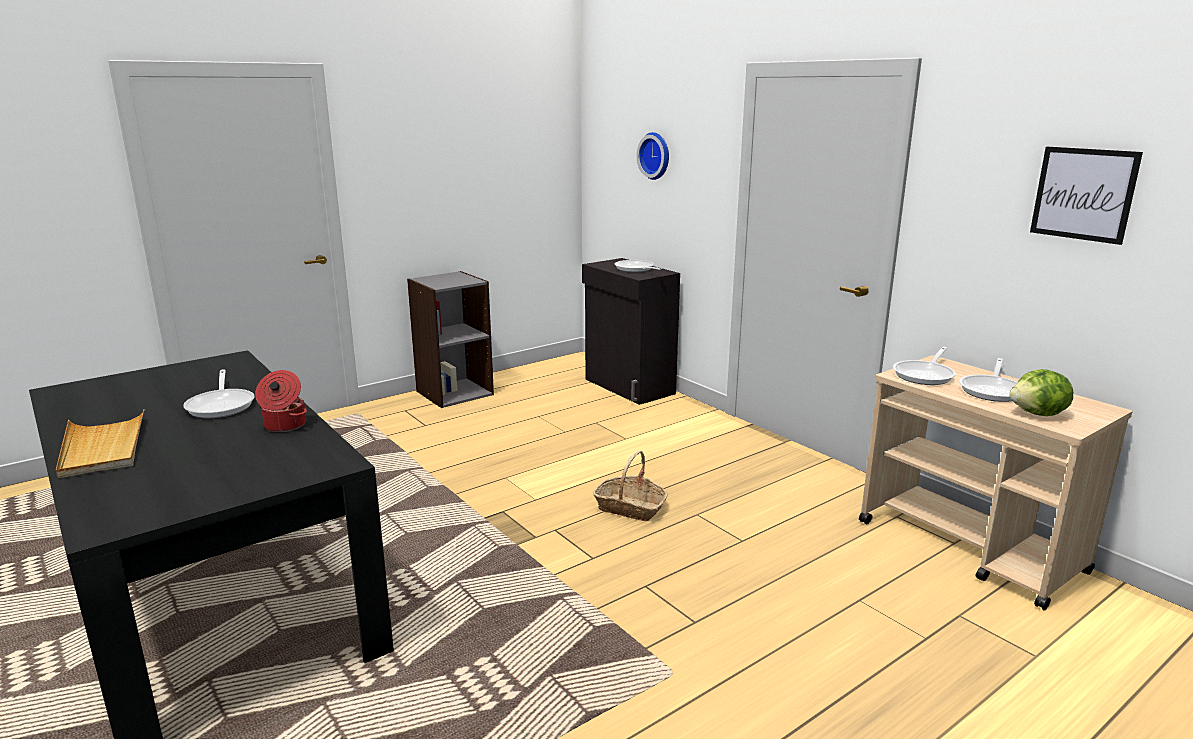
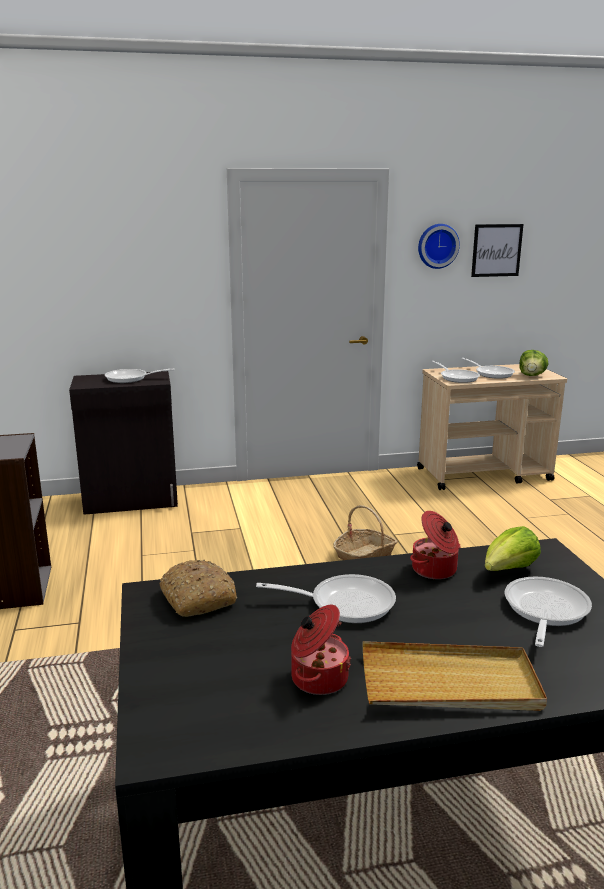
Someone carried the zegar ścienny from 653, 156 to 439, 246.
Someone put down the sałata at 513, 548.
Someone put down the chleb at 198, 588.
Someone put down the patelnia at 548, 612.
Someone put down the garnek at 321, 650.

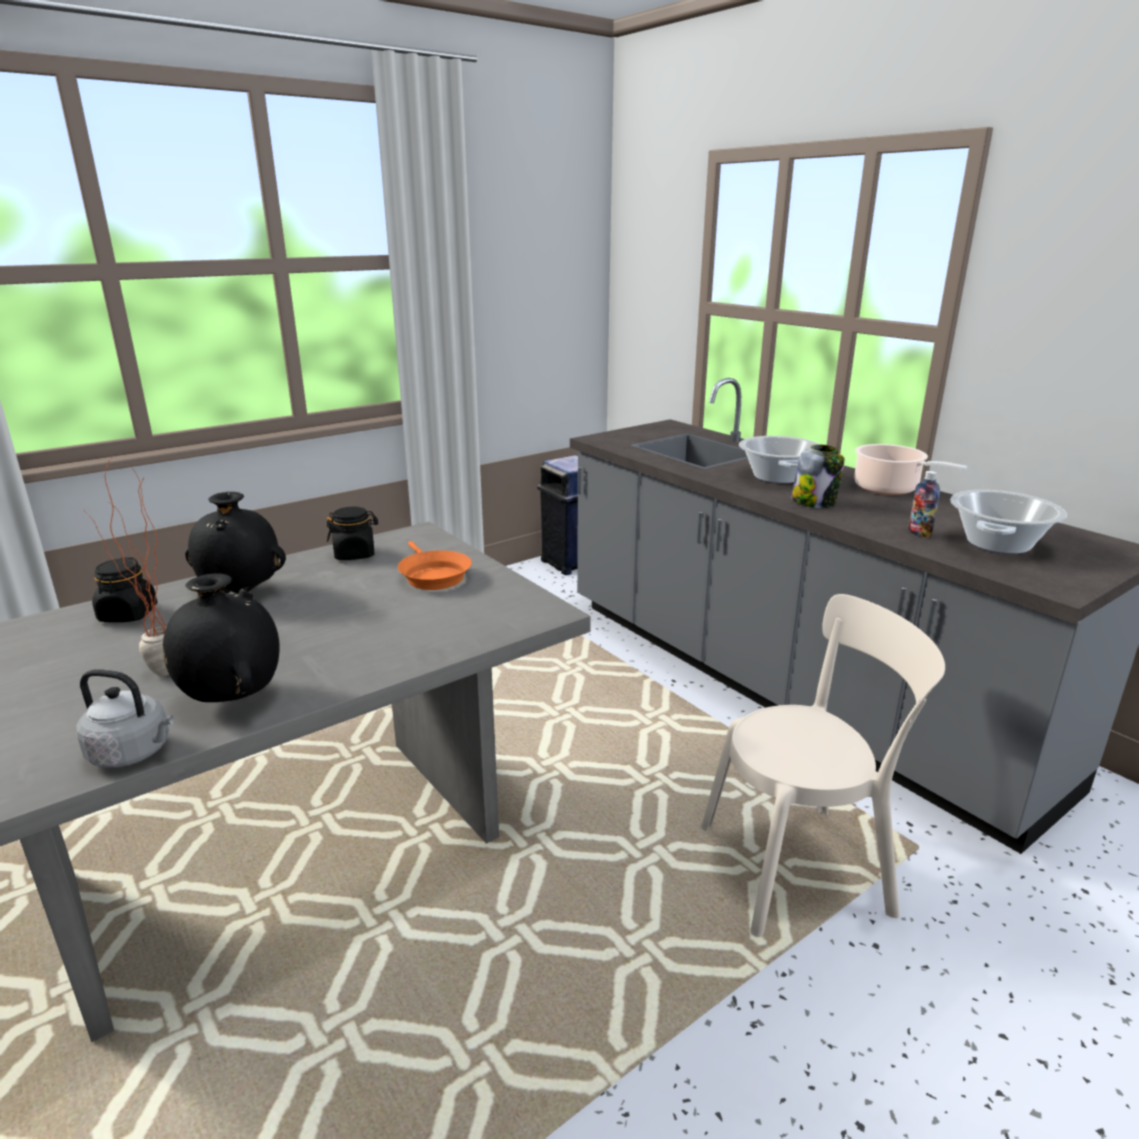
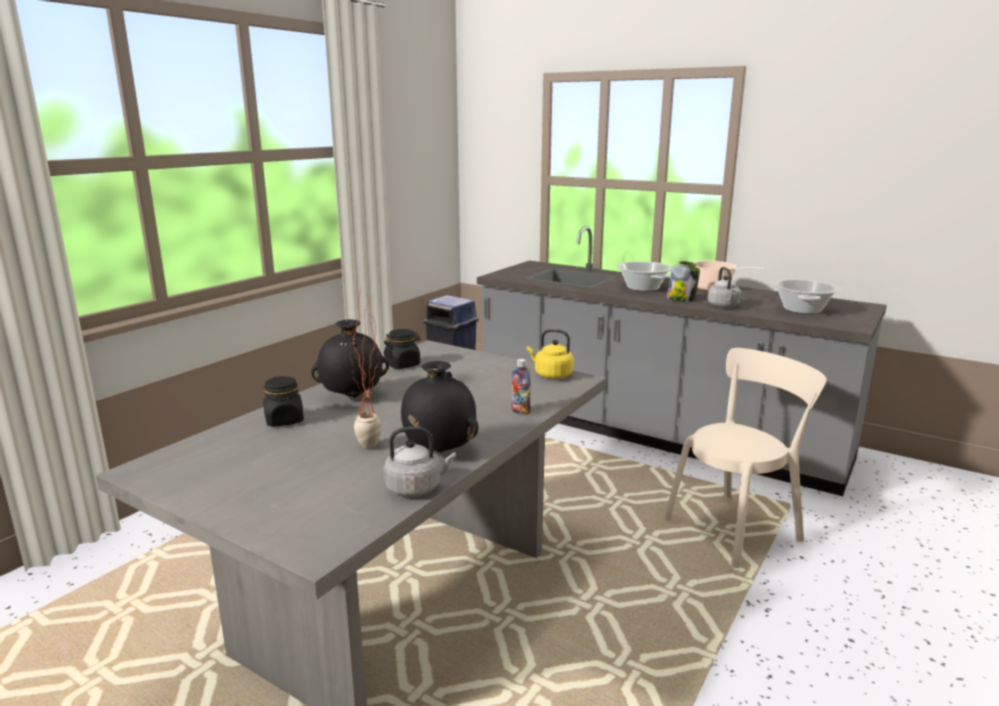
Someone carried the butelka from 924, 504 to 521, 387.
Someone took away the patelnia/pomarańczowy at 435, 565.
Someone put down the czajnik/szary at 724, 287.
Someone put down the czajnik/żółty at 550, 354.

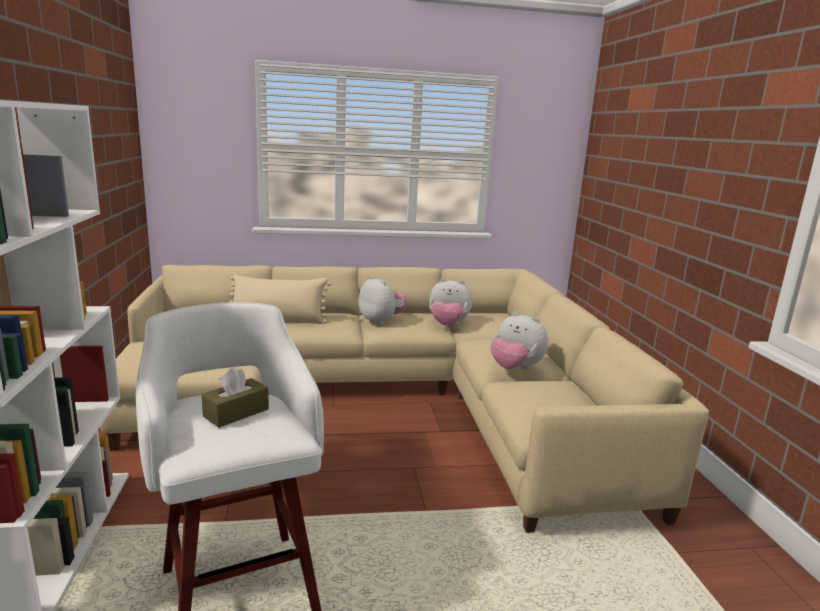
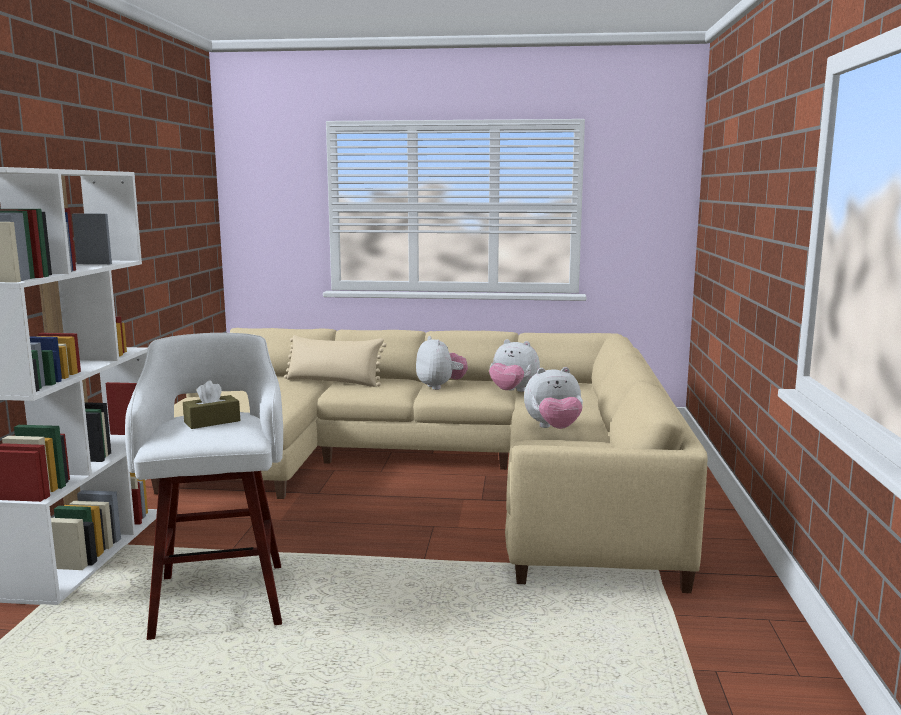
Someone rotated the pluszak at 519, 340 by 60 degrees counterclockwise.

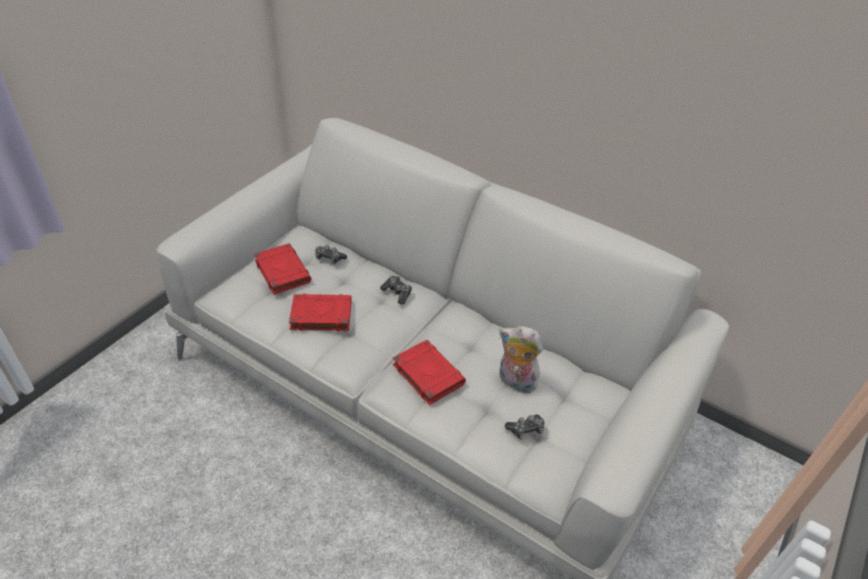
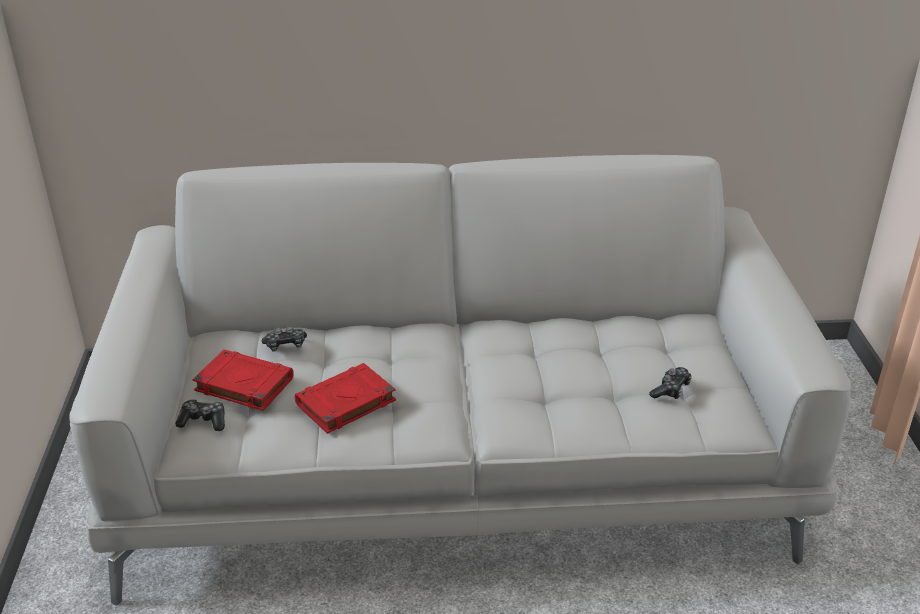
Someone carried the pad do gier from 396, 290 to 200, 415.
Someone took away the pluszak at 521, 359.
Someone took away the książka/czerwony at 429, 372.

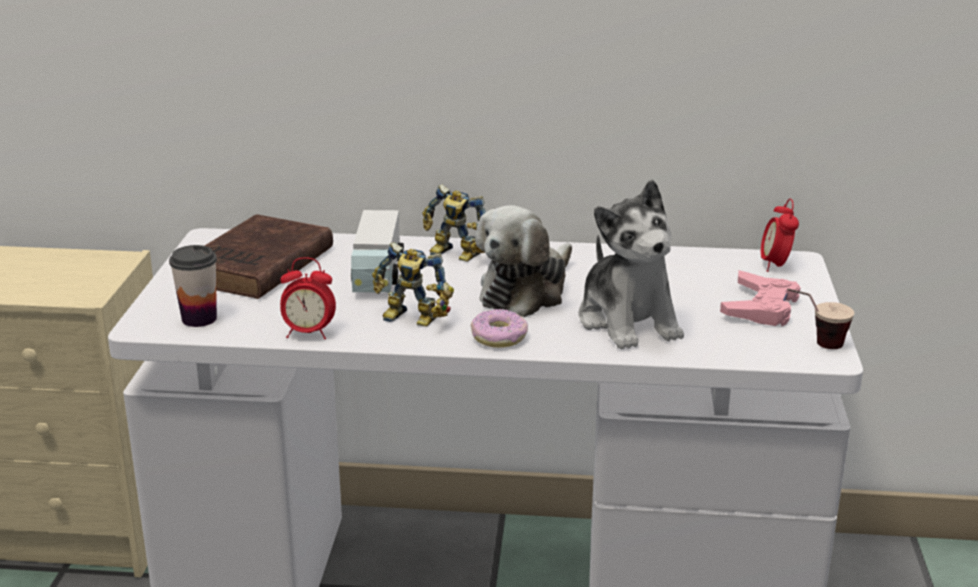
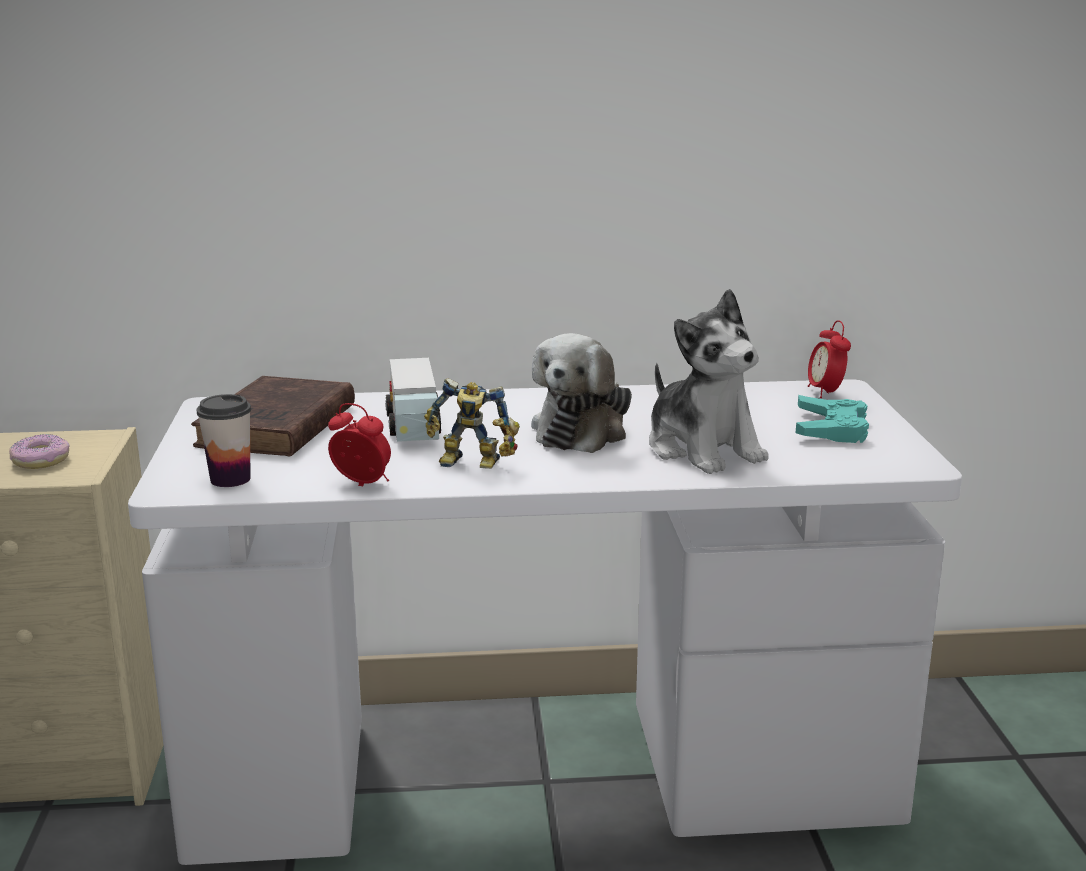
Someone took away the robot zabawkowy at 454, 223.
Someone rotated the budzik at 308, 298 by 150 degrees counterclockwise.
Someone repainted the pad do gier/różowy at 760, 298, which became the pad do gier/turkusowy at 832, 419.
Someone took away the filiżanka at 820, 318.
Someone carried the donut from 499, 328 to 39, 451.

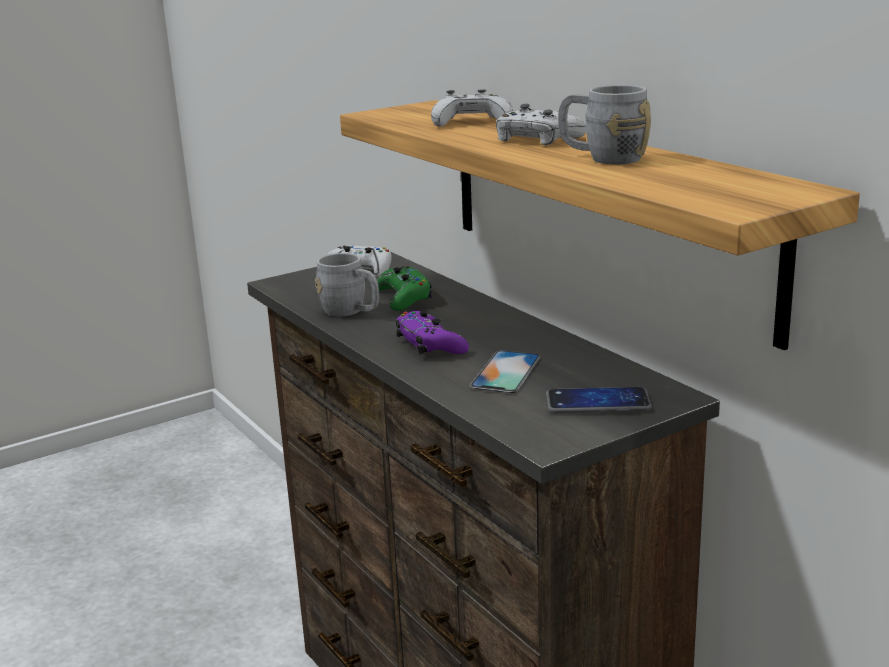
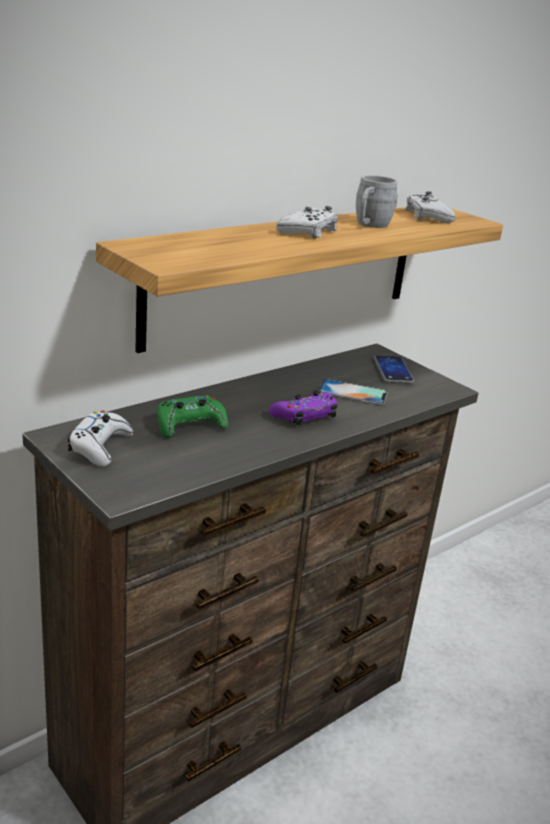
Someone carried the pad do gier/biały from 472, 108 to 430, 207.
Someone took away the kubek/szary at 347, 285.

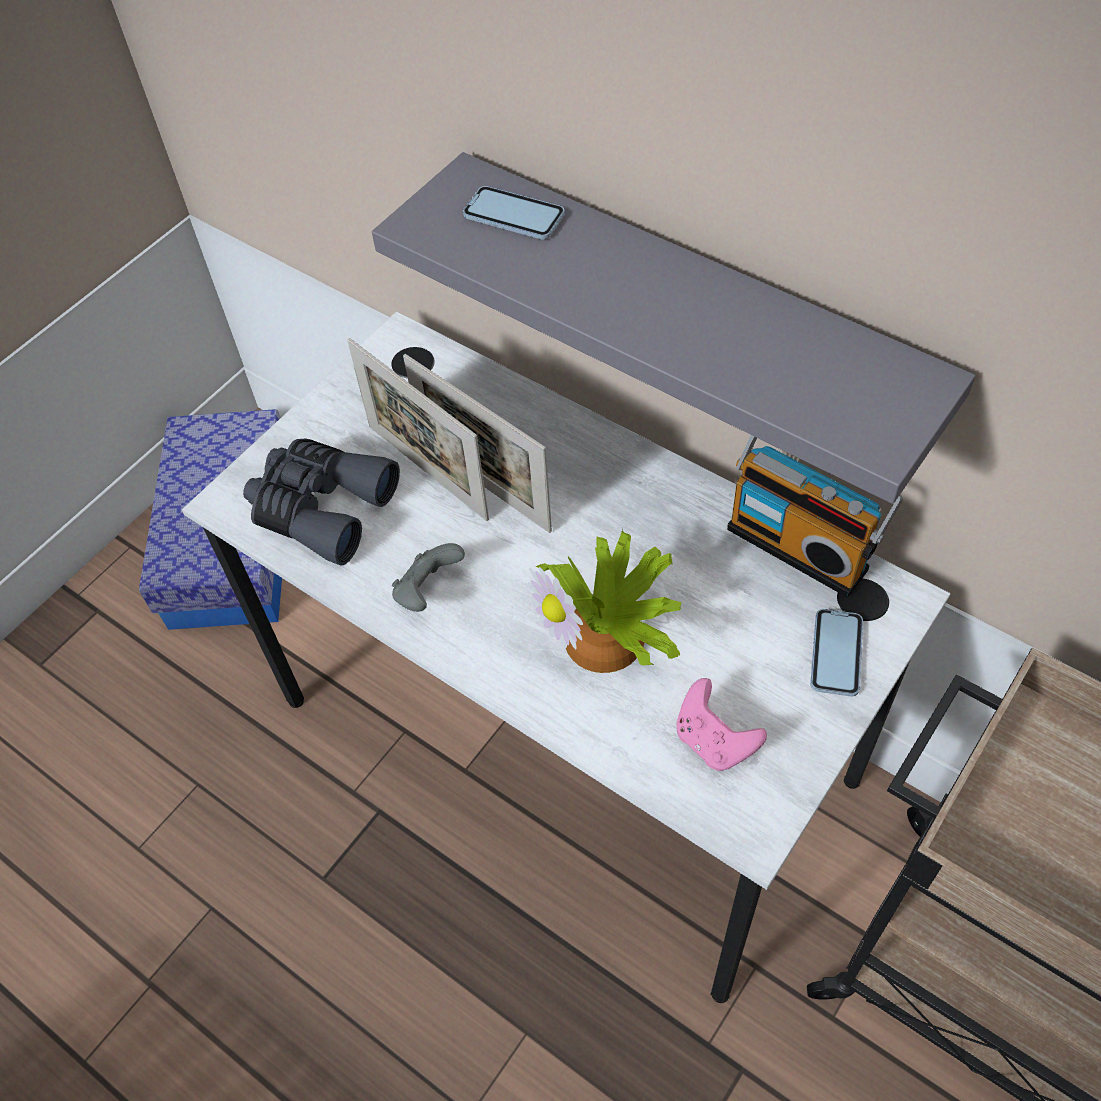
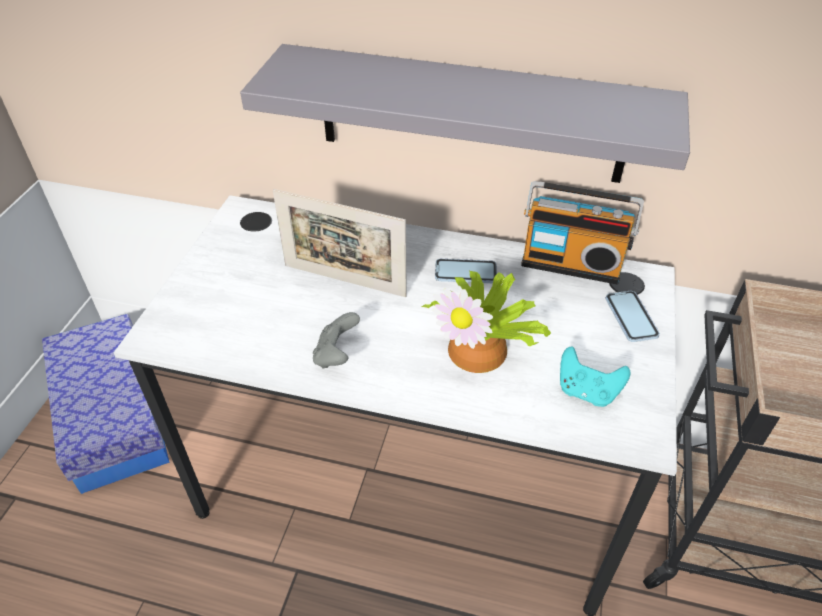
Someone carried the telefon from 514, 213 to 466, 271.
Someone took away the ramka na zdjęcie at 418, 429.
Someone took away the lornetka/szary at 321, 502.
Someone repainted the pad do gier/różowy at 721, 724, which became the pad do gier/turkusowy at 595, 377.

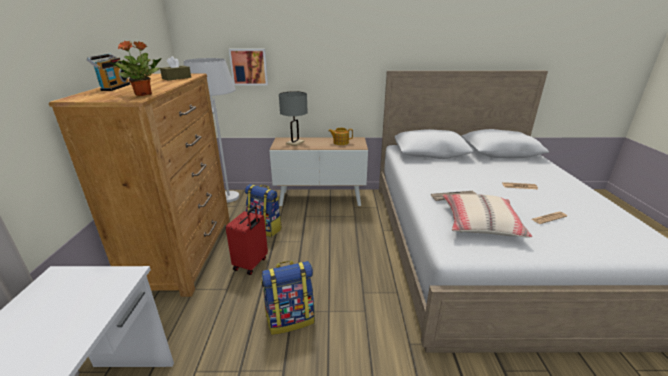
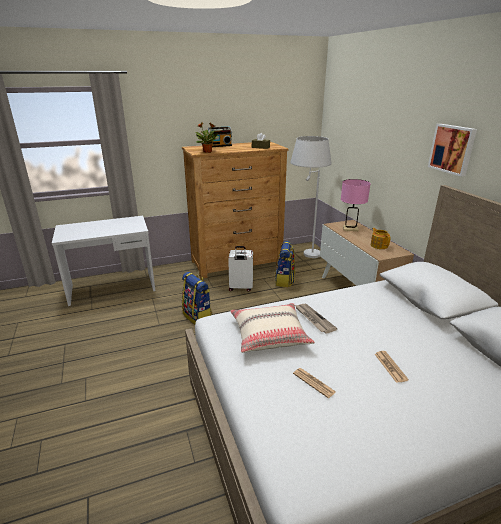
Someone carried the obraz from 248, 67 to 452, 150.
Someone repainted the lampa stołowa/szary at 293, 118, which became the lampa stołowa/różowy at 356, 205.
Someone repainted the walizka/czerwony at 247, 240, which became the walizka/biały at 240, 269.

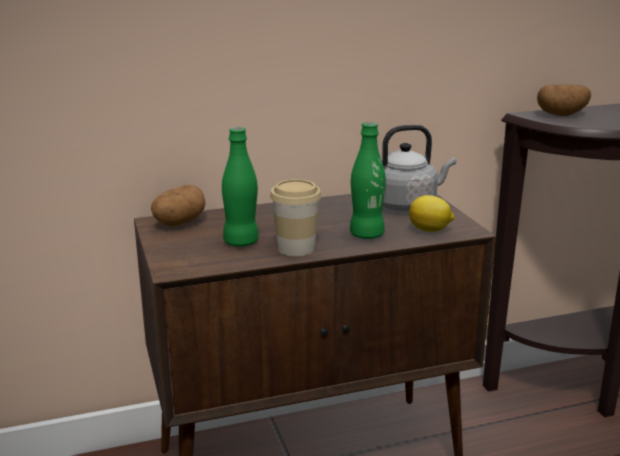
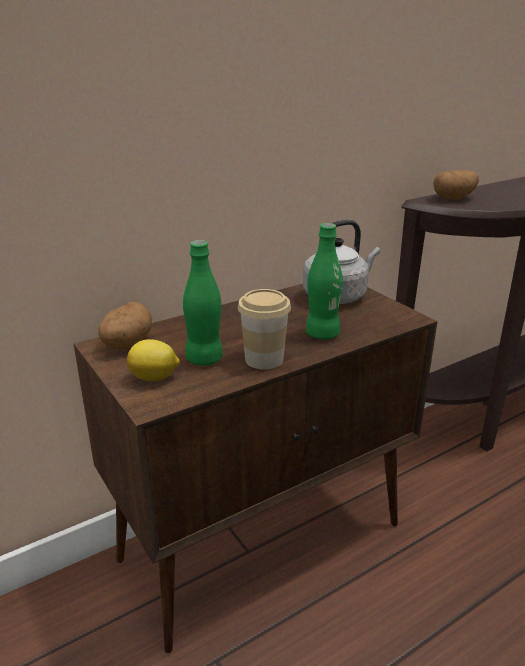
Someone carried the cytryna from 431, 213 to 153, 360.

